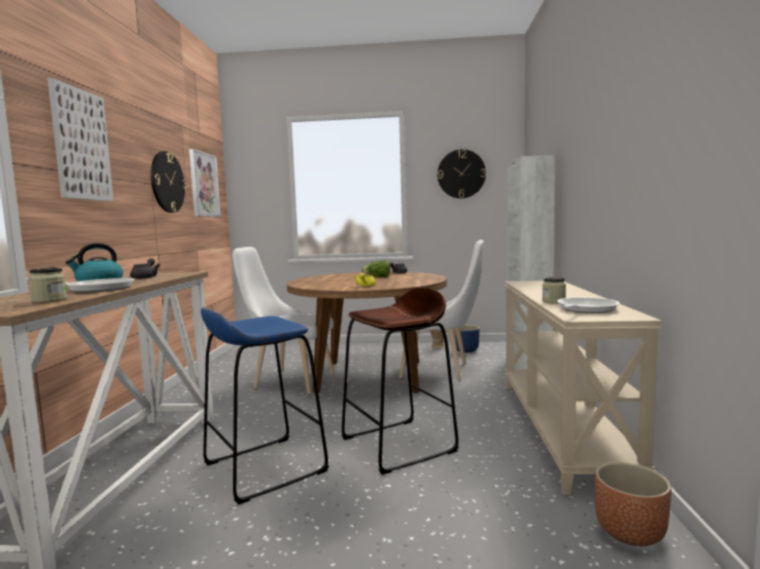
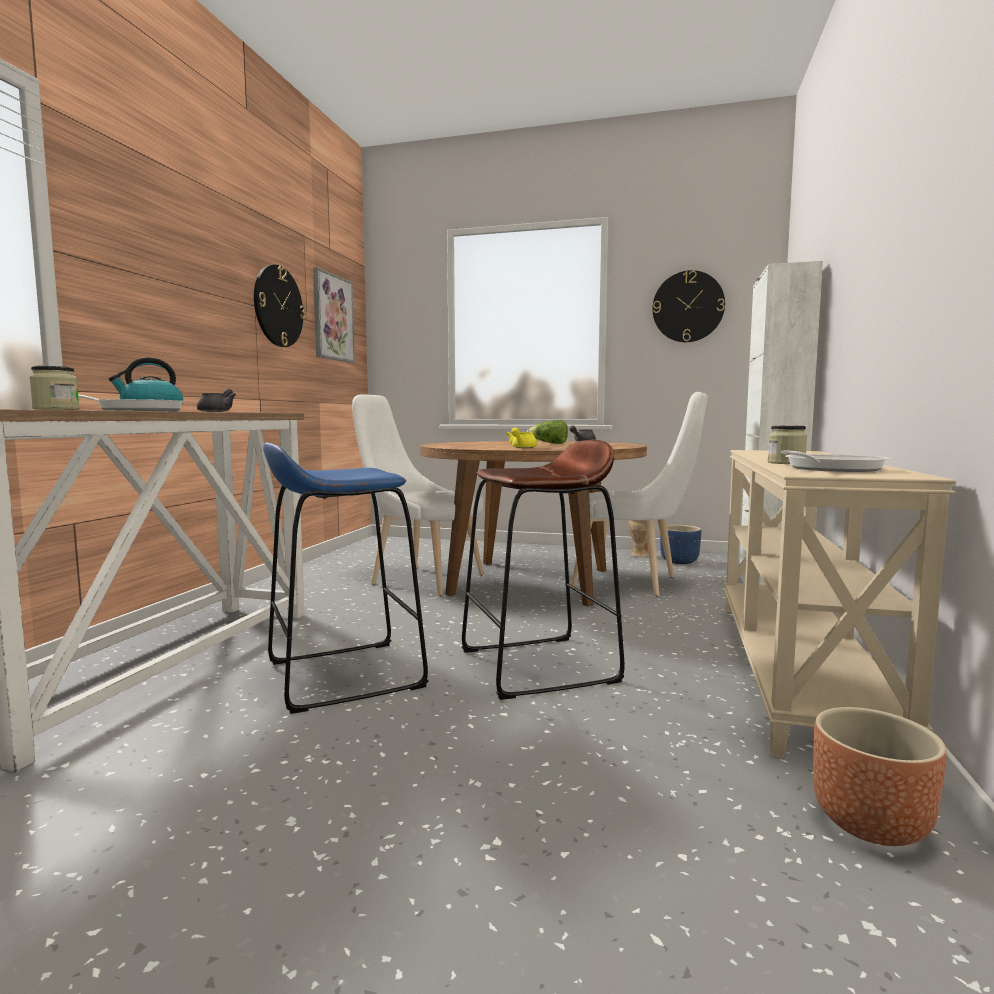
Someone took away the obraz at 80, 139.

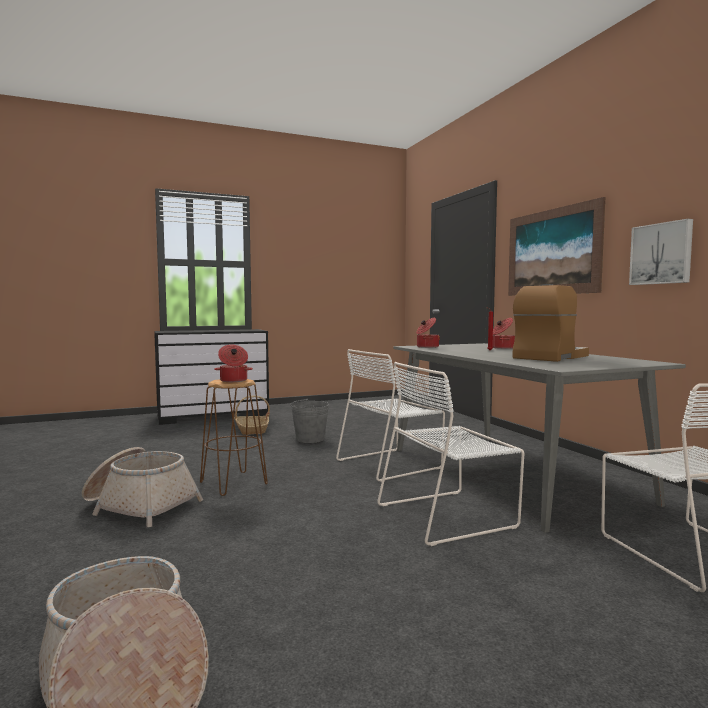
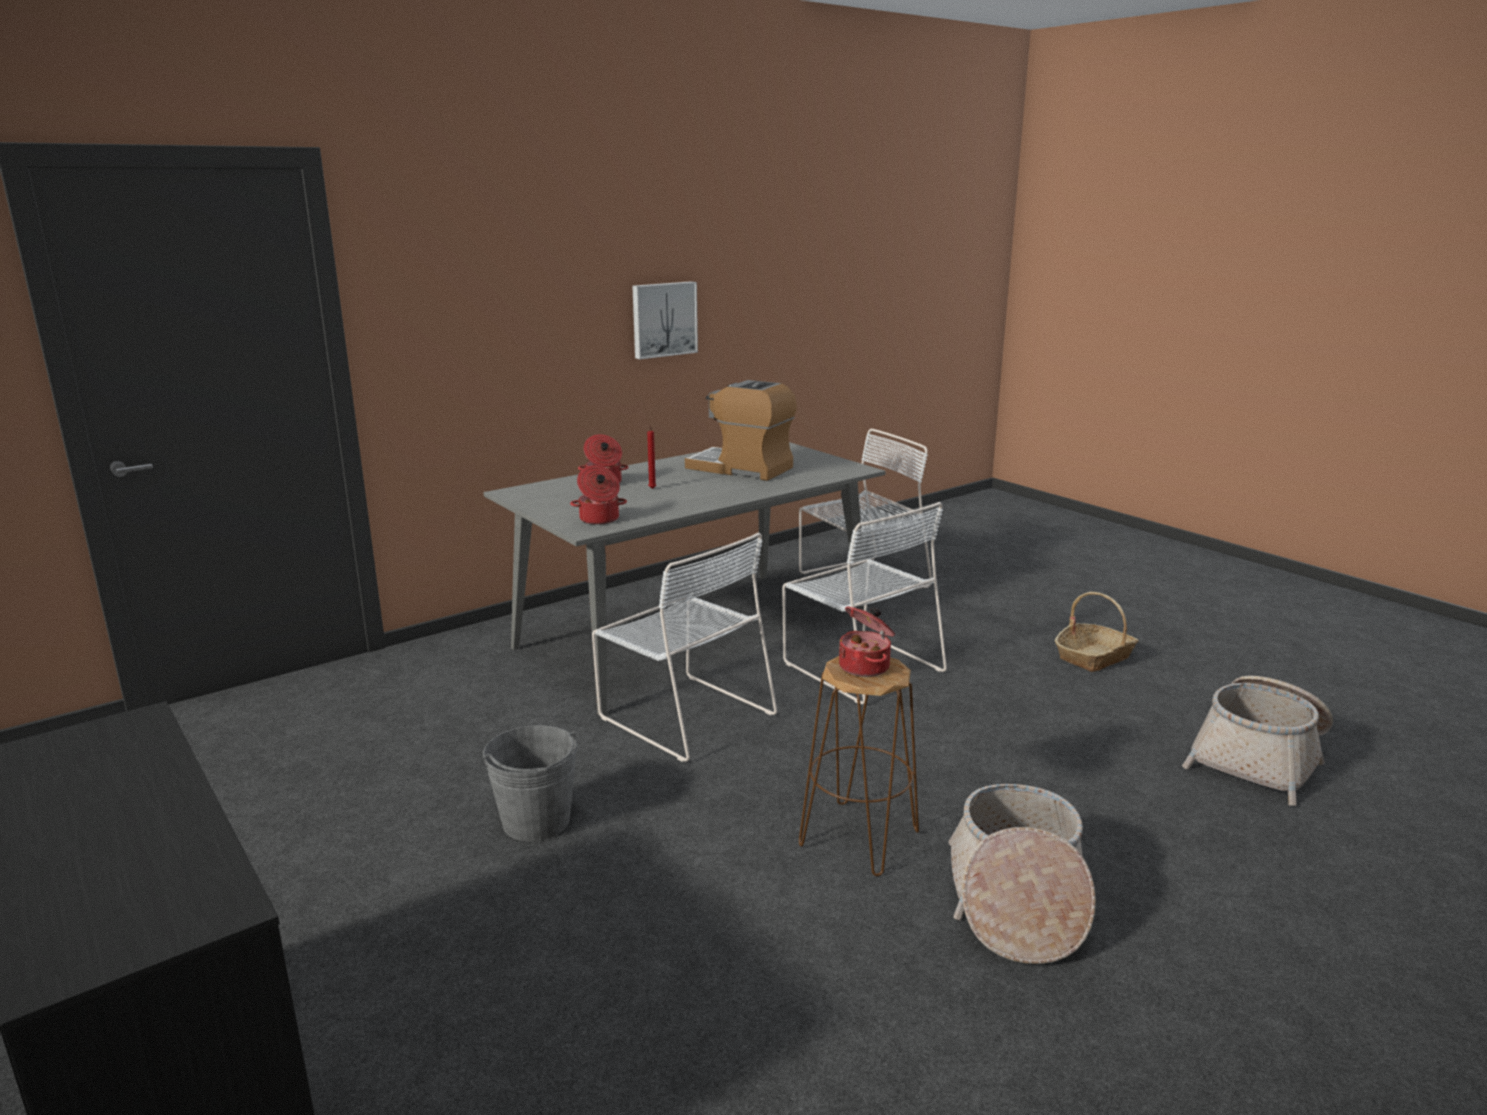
Someone took away the obraz at 556, 246.
Someone carried the koszyk from 252, 415 to 1097, 632.

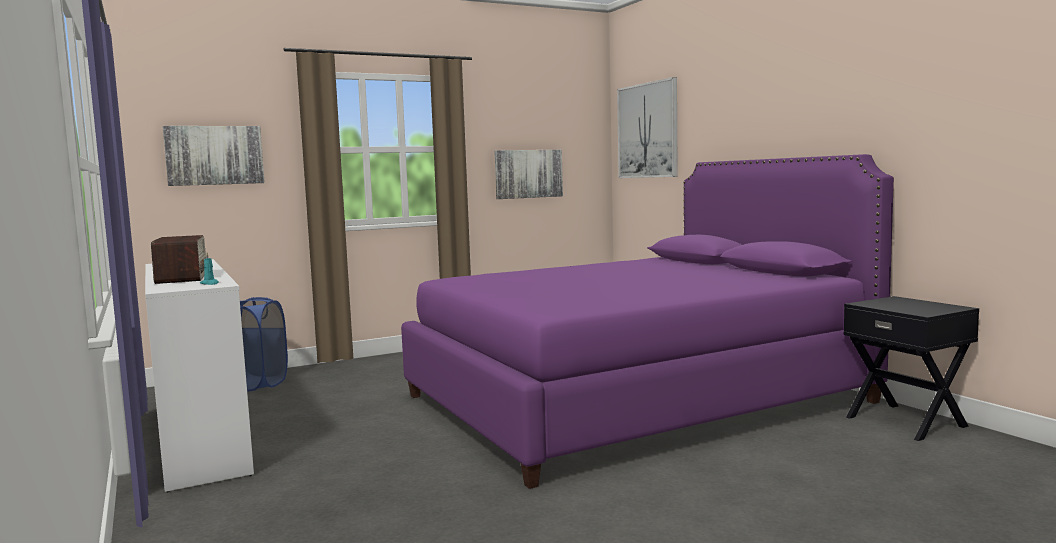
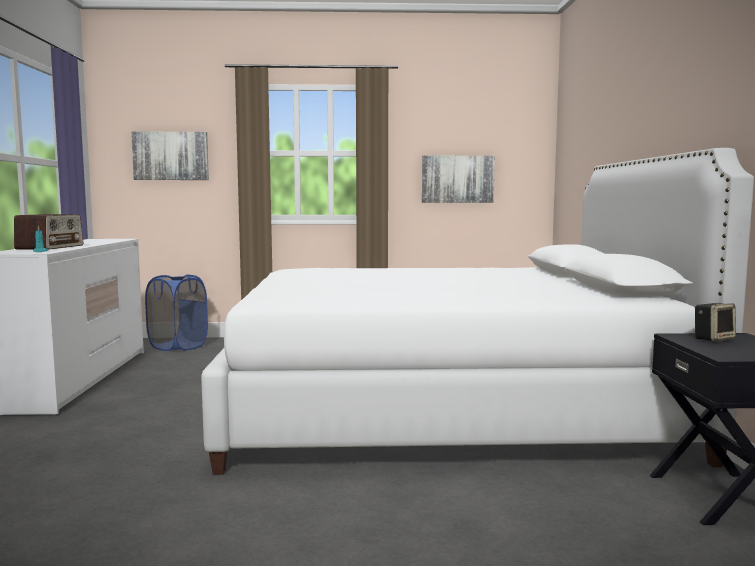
Someone took away the obraz at 647, 127.
Someone repainted the łóżko/fioletowy at 647, 321, which became the łóżko/biały at 477, 311.
Someone put down the głośnik at 715, 322.

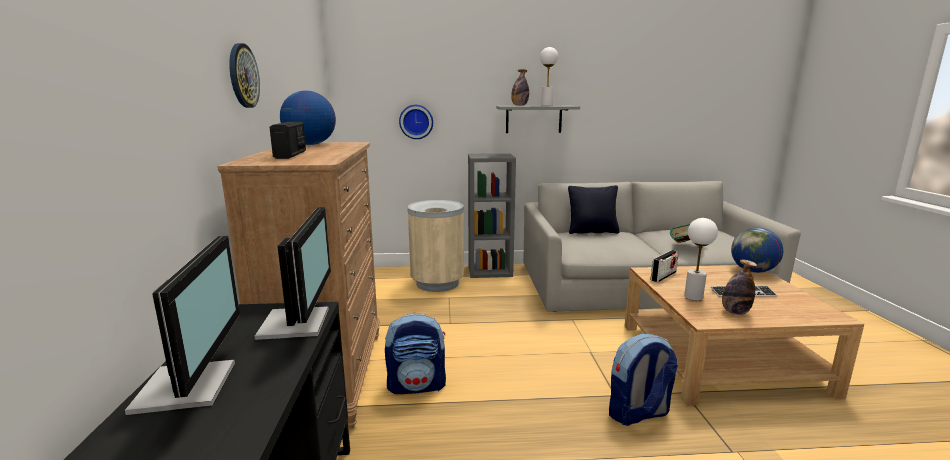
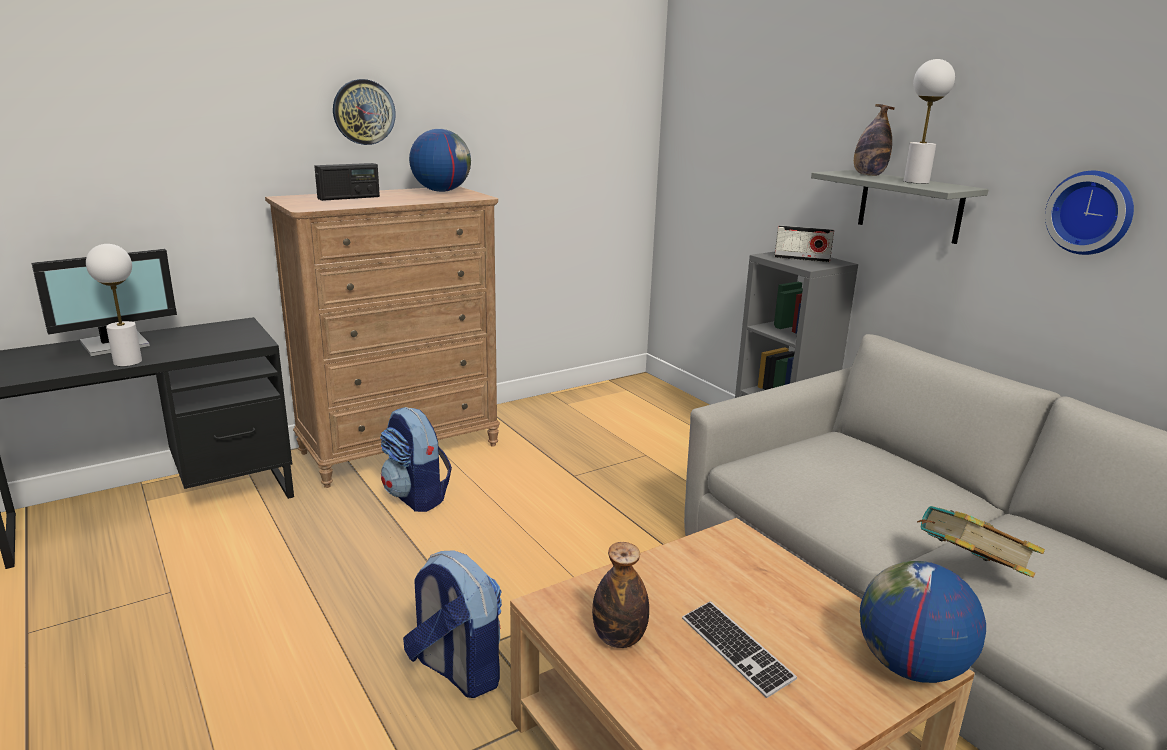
Someone carried the zegar ścienny from 416, 122 to 1089, 213.
Someone took away the poduszka/czarny at 594, 209.
Someone took away the kosz na śmieci/beżowy at 436, 246.
Someone took away the monitor at 292, 273.
Someone carried the lampa stołowa/biały from 701, 259 to 114, 305.
Someone carried the radio from 665, 266 to 804, 244.

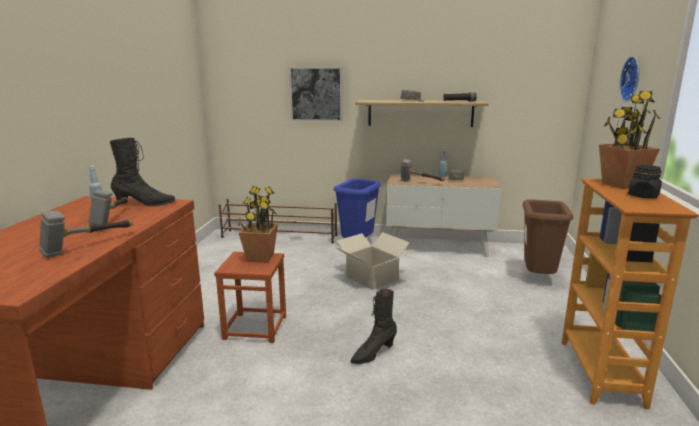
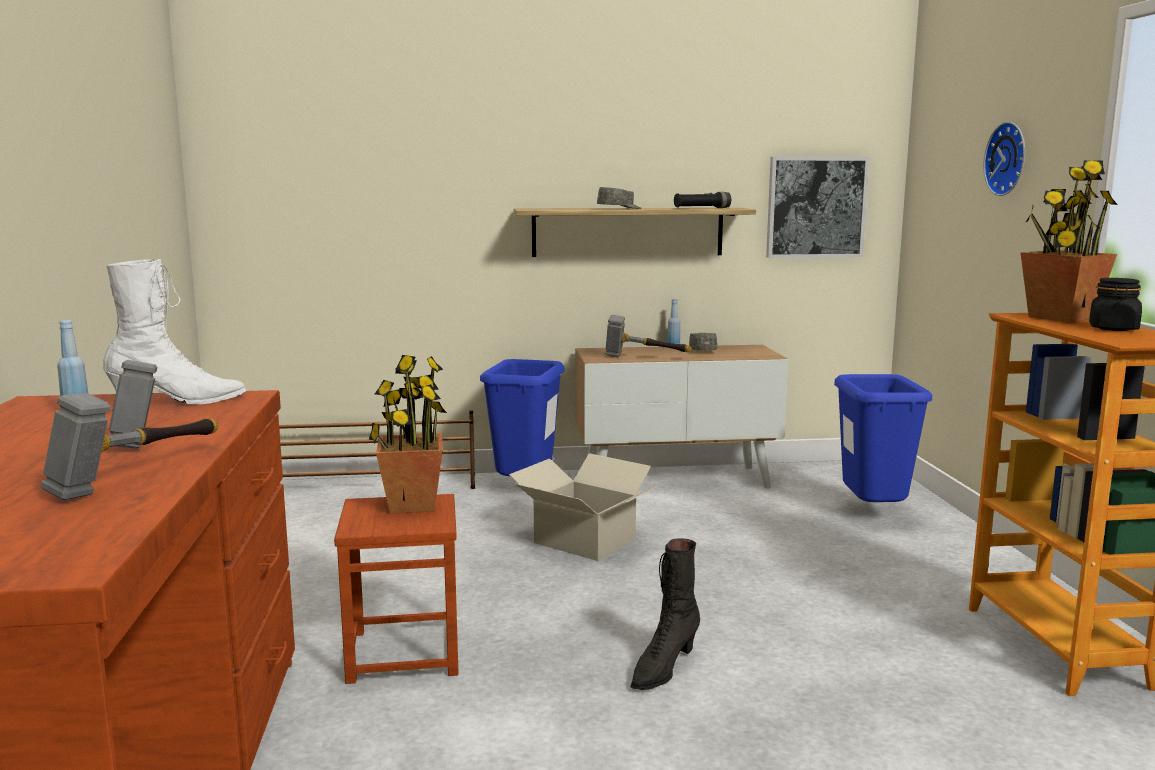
Someone carried the obraz from 316, 94 to 818, 207.
Someone repainted the but z cholewką/czarny at 142, 172, which became the but z cholewką/biały at 174, 331.
Someone repainted the kosz na śmieci/brązowy at 547, 236, which became the kosz na śmieci/niebieski at 883, 438.

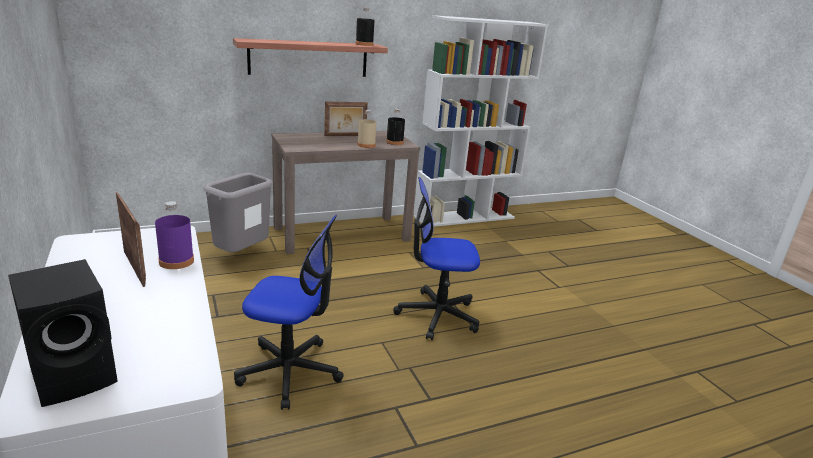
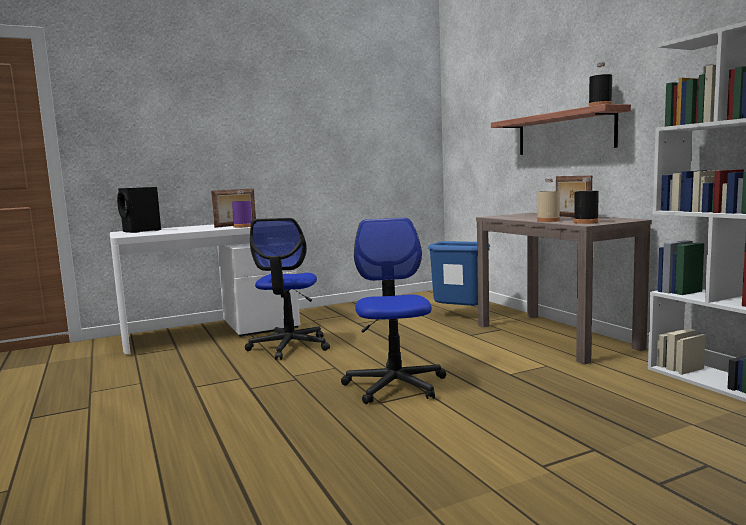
Someone repainted the kosz na śmieci/szary at 238, 212, which became the kosz na śmieci/niebieski at 459, 273.

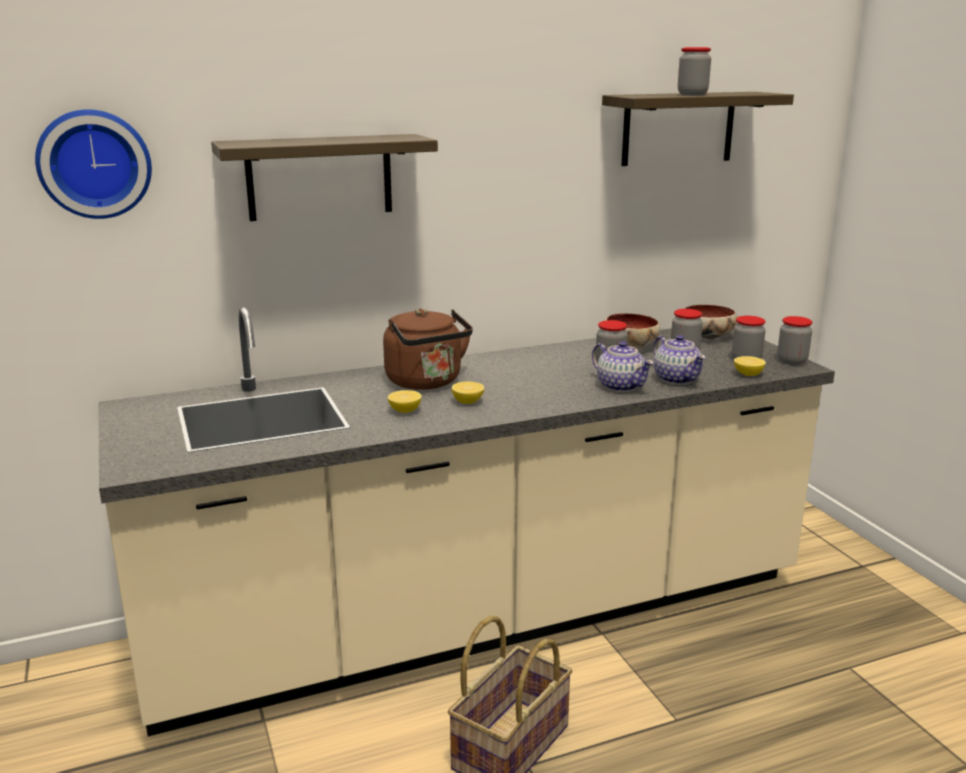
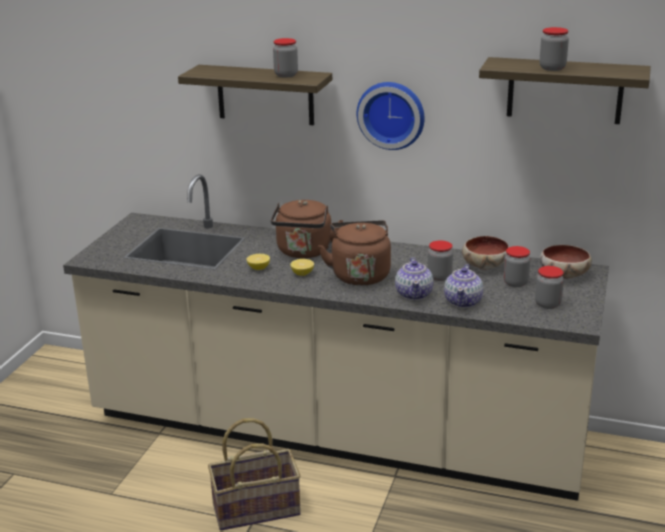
Someone carried the zegar ścienny from 93, 164 to 391, 116.
Someone carried the słoik from 794, 340 to 285, 58.
Someone took away the cytryna at 750, 366.
Someone put down the czajnik/brązowy at 354, 253.

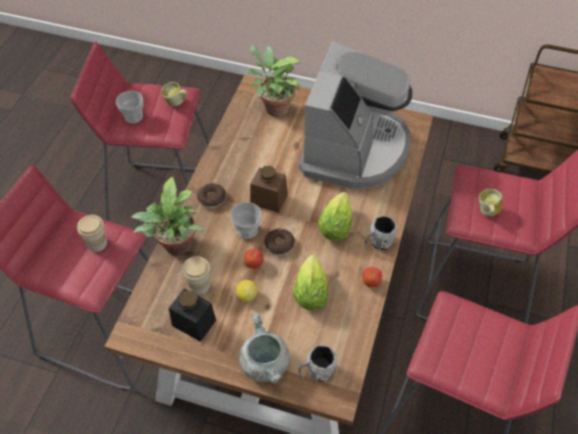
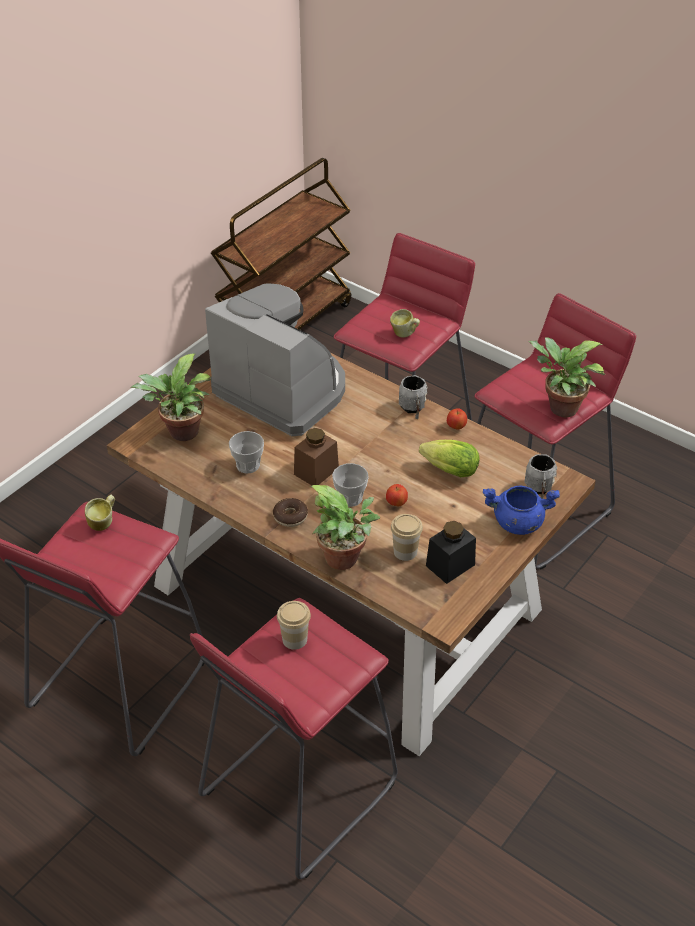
Someone carried the filiżanka from 129, 107 to 246, 452.
Someone took away the sałata at 334, 216.
Someone took away the donut at 279, 242.
Someone took away the cytryna at 247, 291.
Someone repainted the garnek/szary at 264, 348, which became the garnek/niebieski at 521, 510.
Someone put down the roślina doniczkowa at 566, 377.

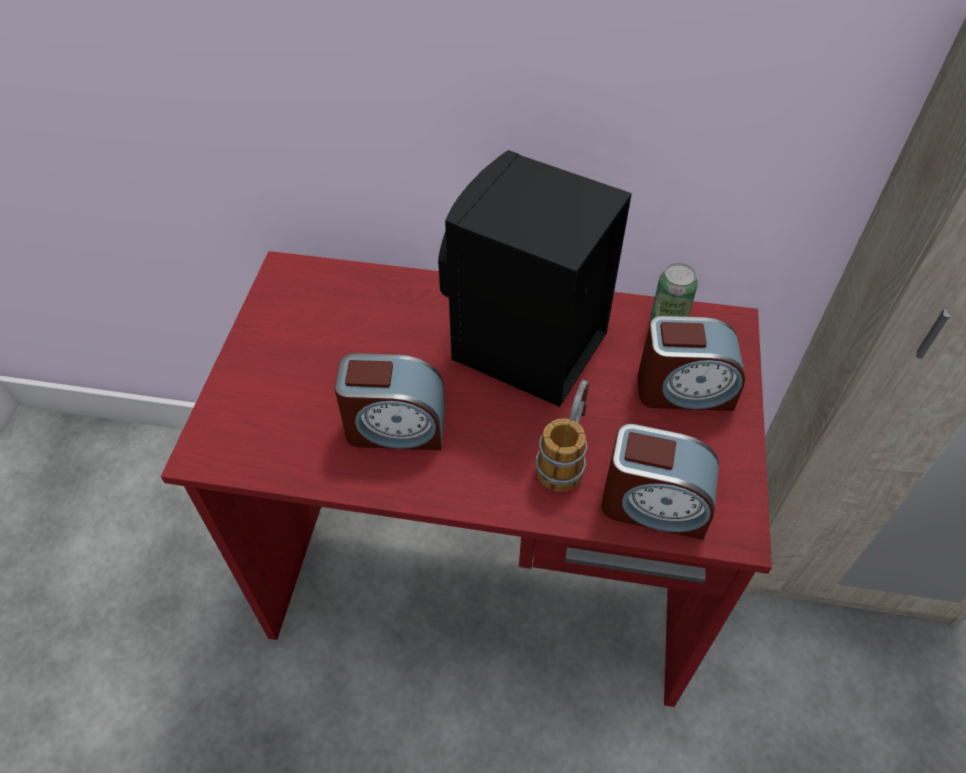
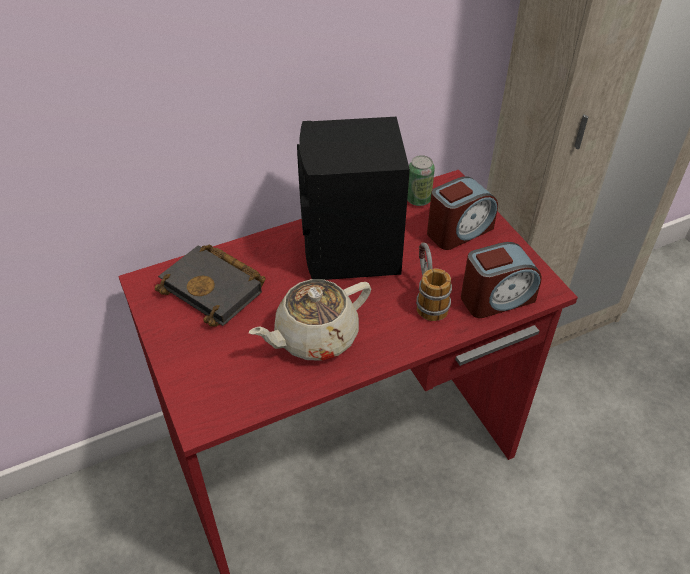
Someone swapped the budzik at 390, 401 for the imbryk/beżowy at 310, 320.
Someone put down the książka/czarny at 210, 286.

